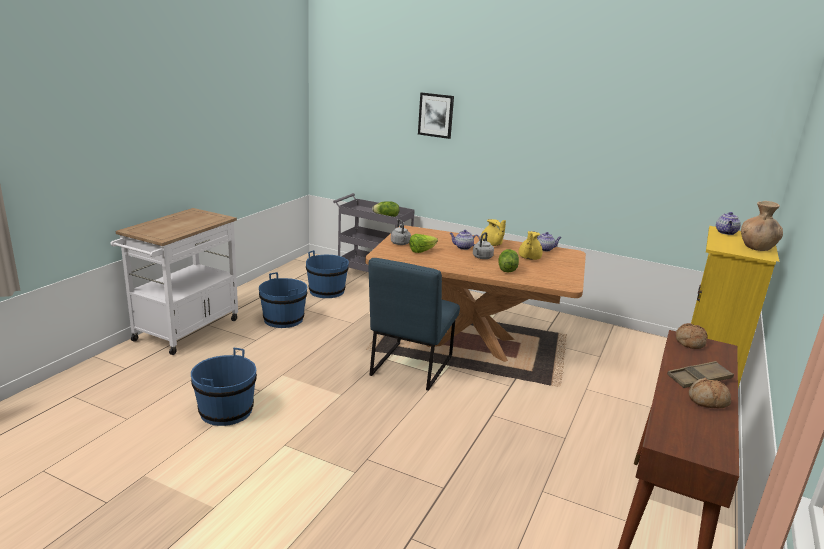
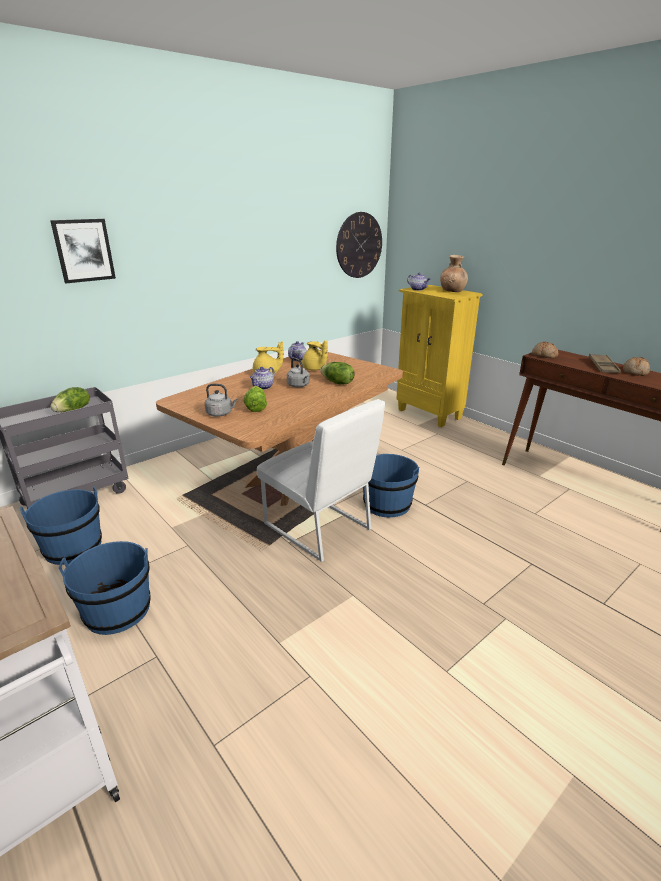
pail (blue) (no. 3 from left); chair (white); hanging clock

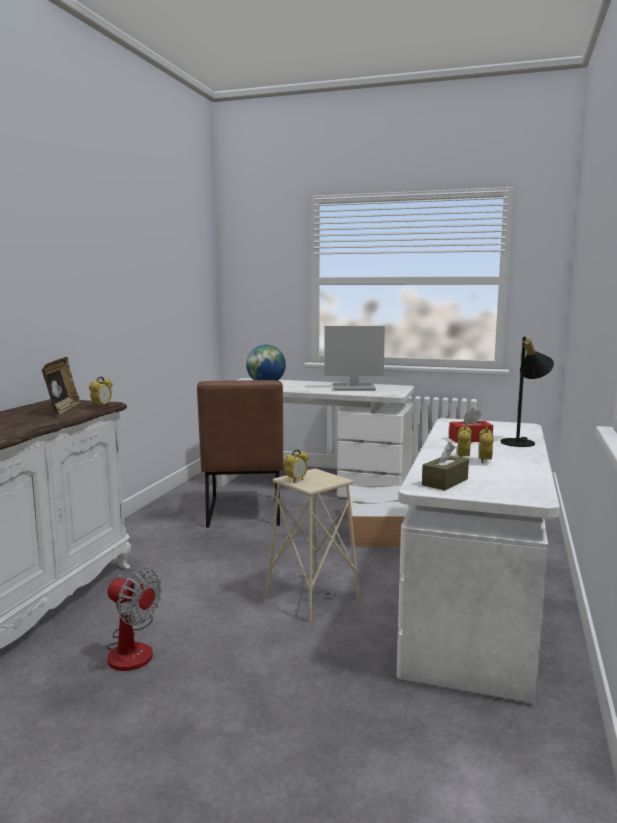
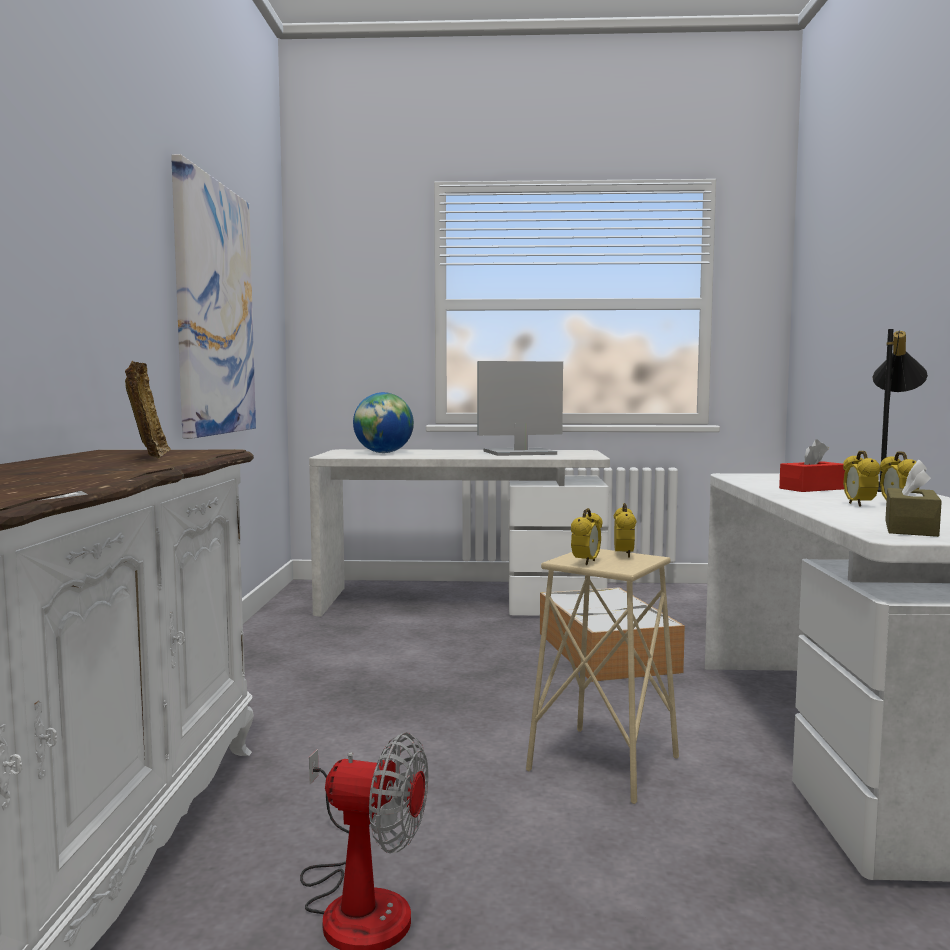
bedside clock (no. 2 from left); chair (brown); picture

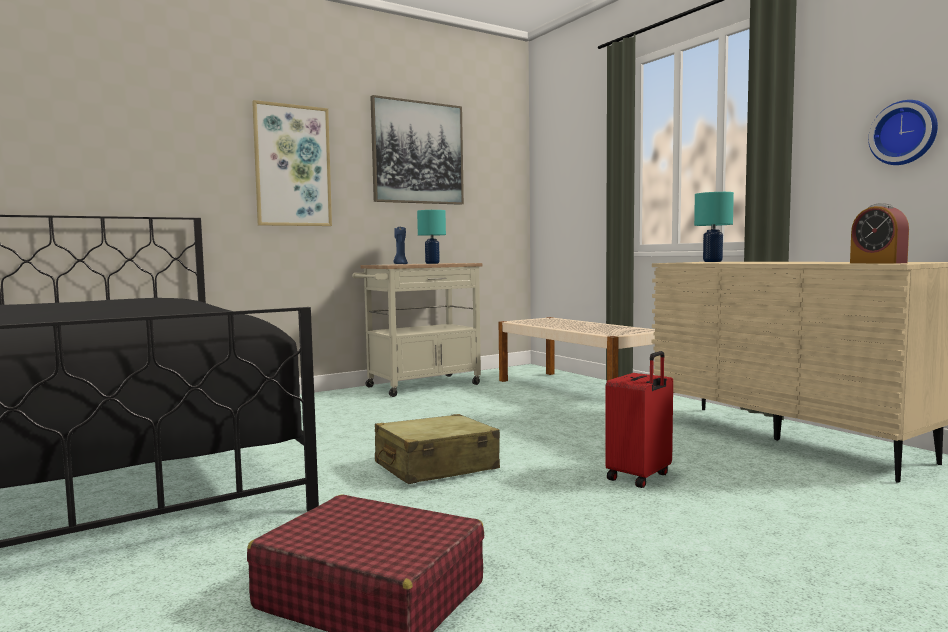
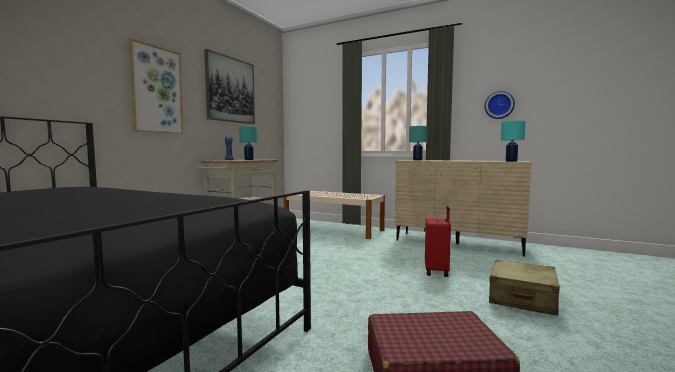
suitcase (beige); tabletop lamp (turquoise-coloured) (no. 3 from left)

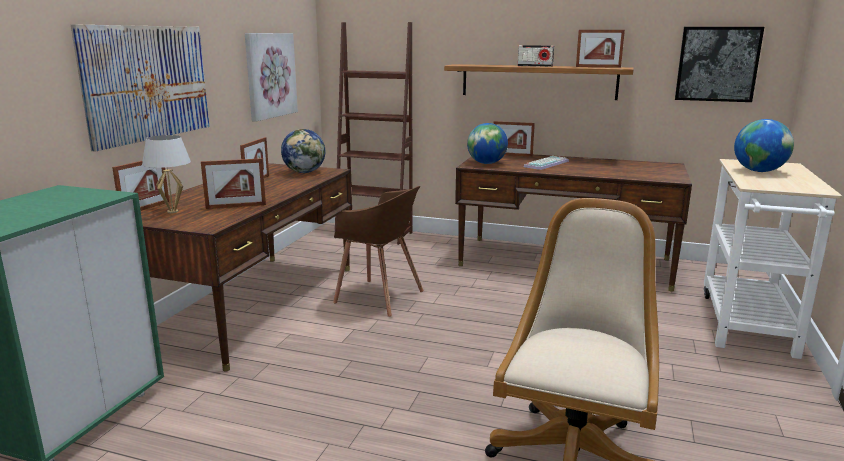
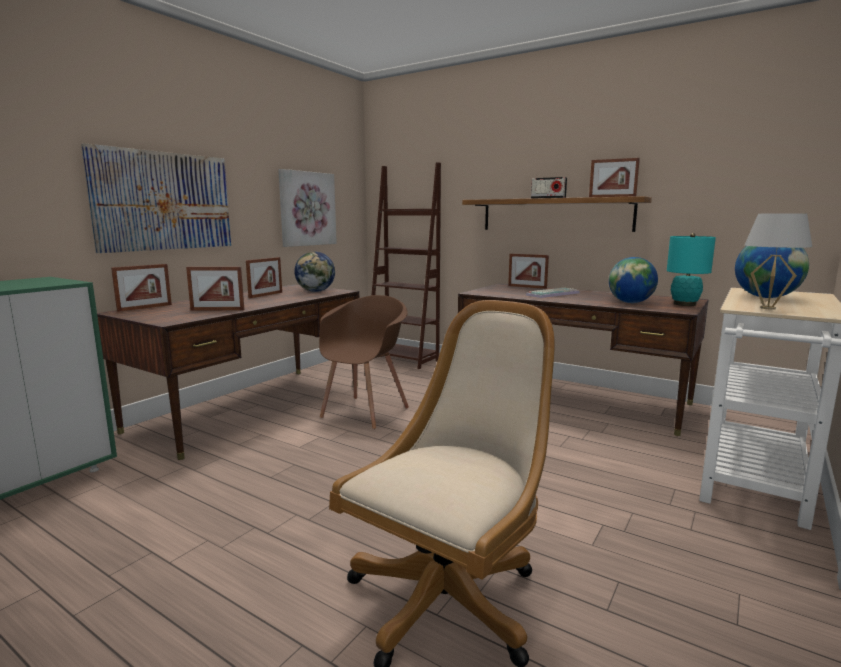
tabletop lamp (white); chair (brown); world globe (no. 2 from left); picture (no. 3 from left in the first image); tabletop lamp (turquoise-coloured)

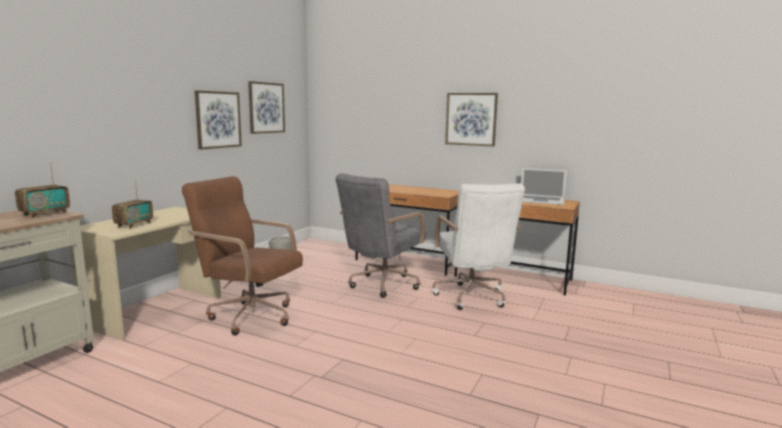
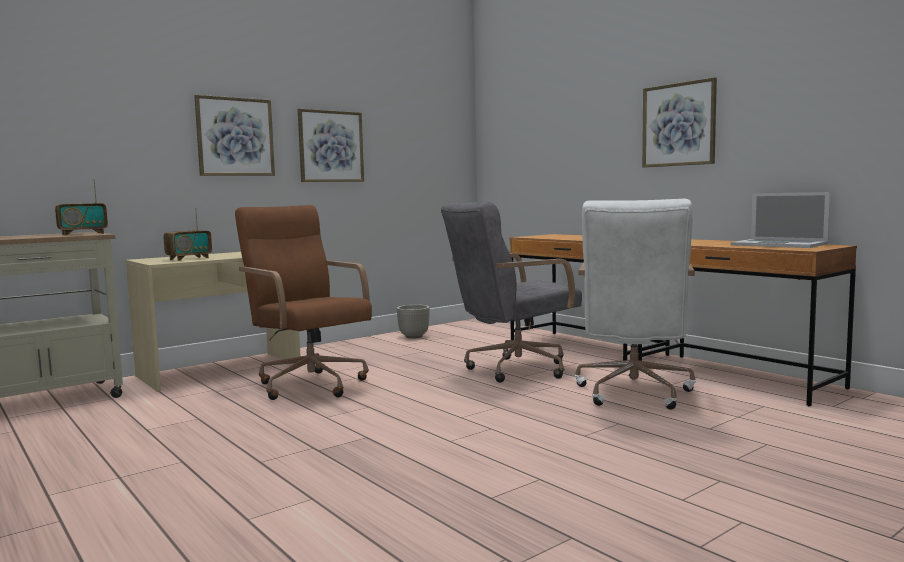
picture (no. 1 from left)

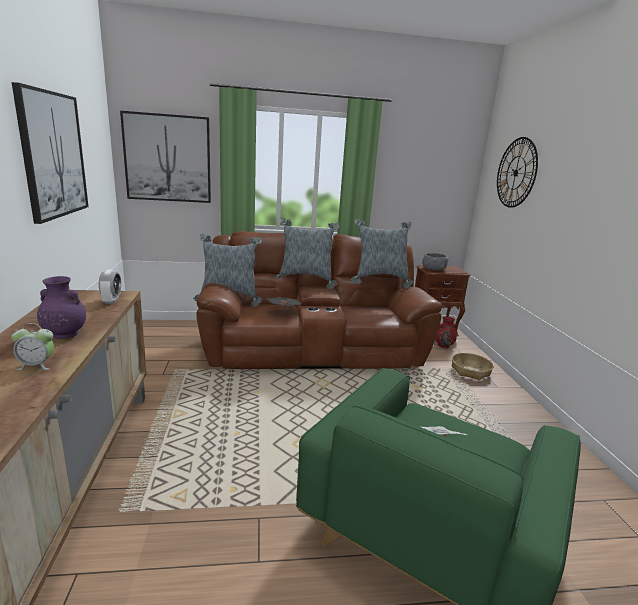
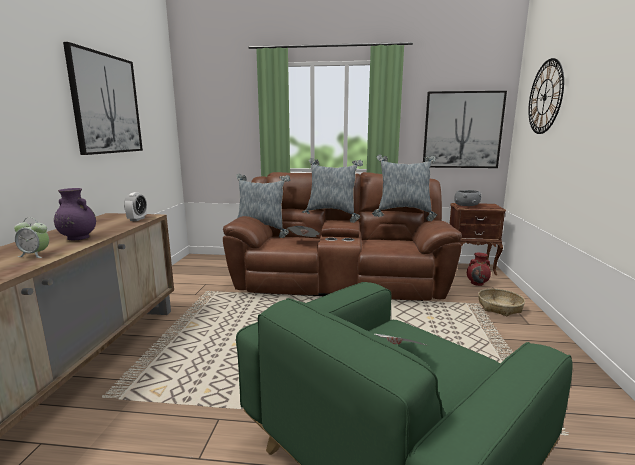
picture (no. 2 from left)

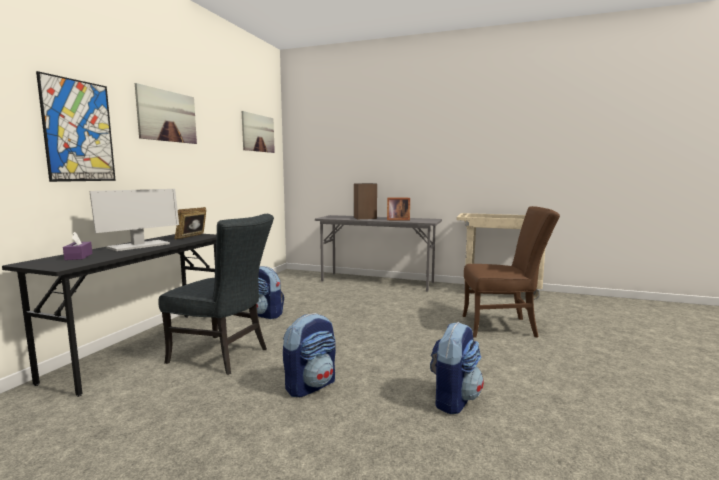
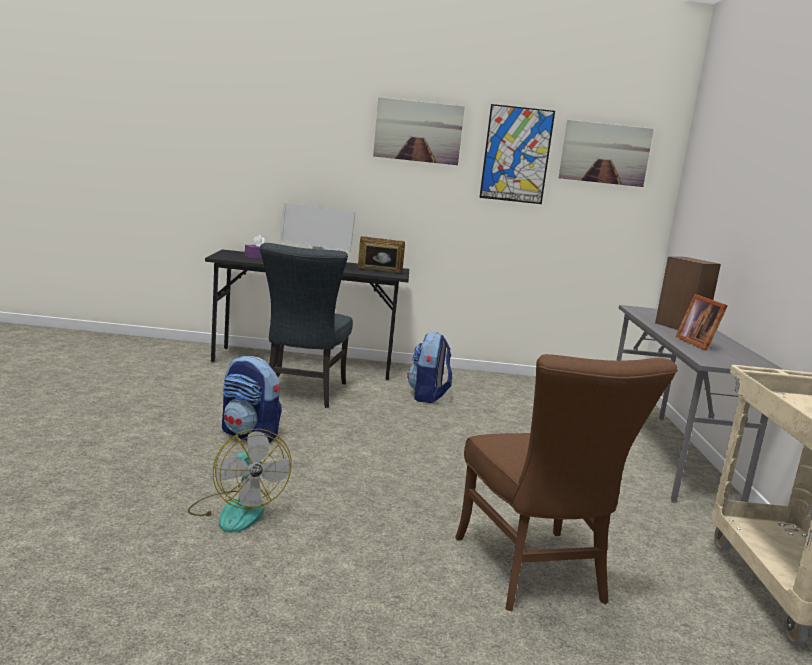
picture (no. 2 from left); electric fan

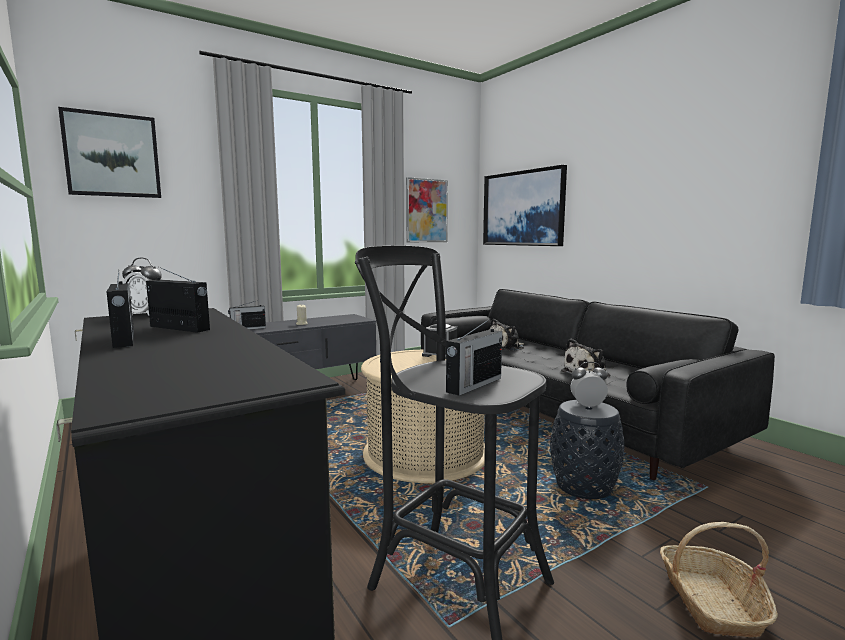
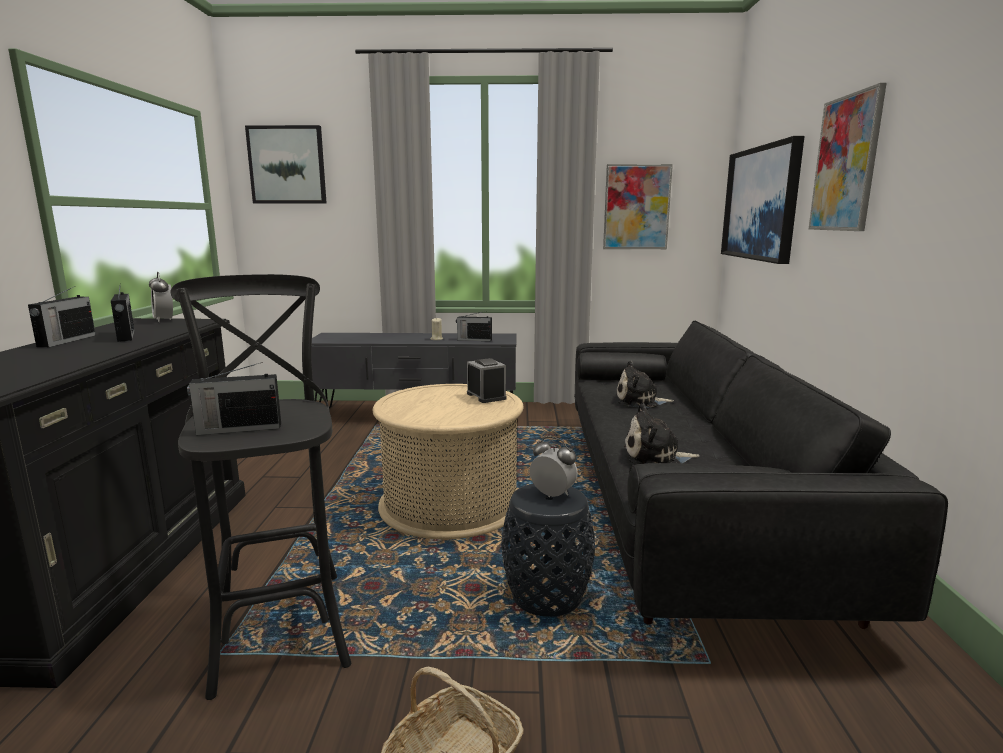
radio (no. 4 from left); picture (no. 4 from left)

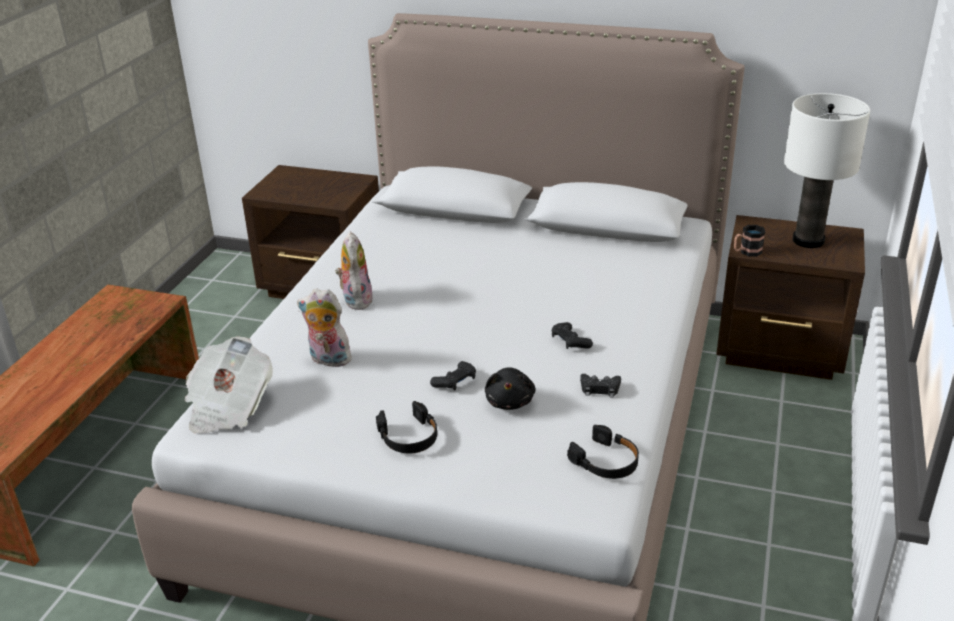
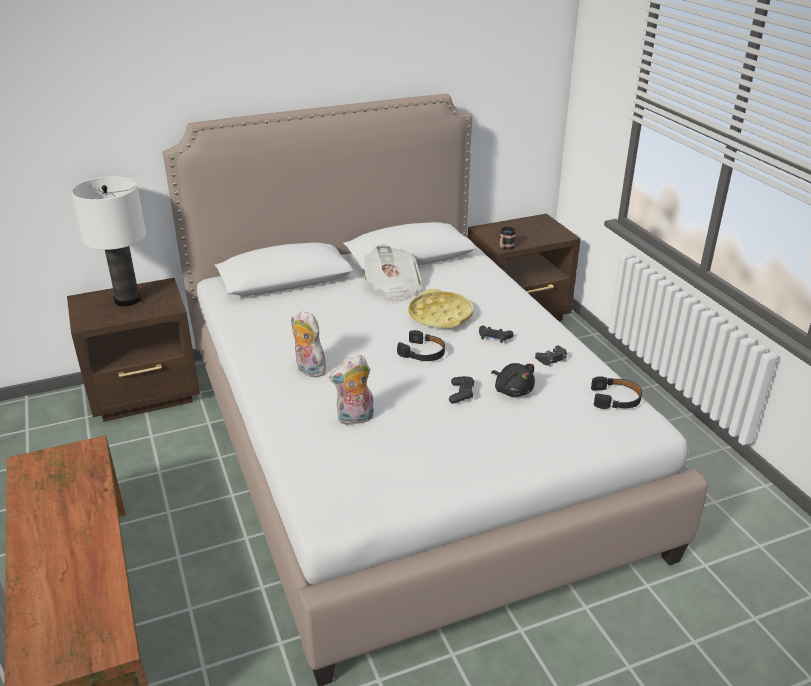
newspaper; pair of headphones (black-coloured) (no. 1 from left); tabletop lamp (white); tray (yellowish)

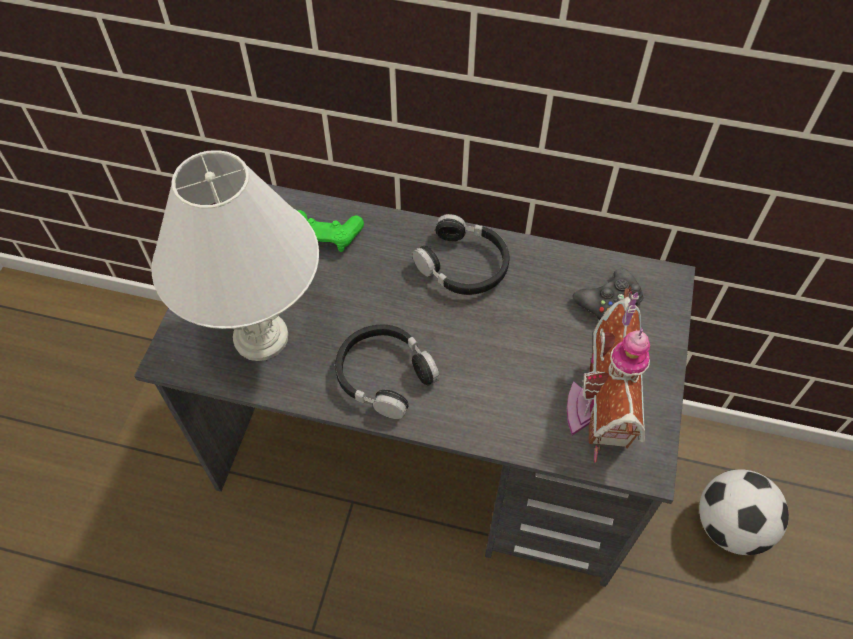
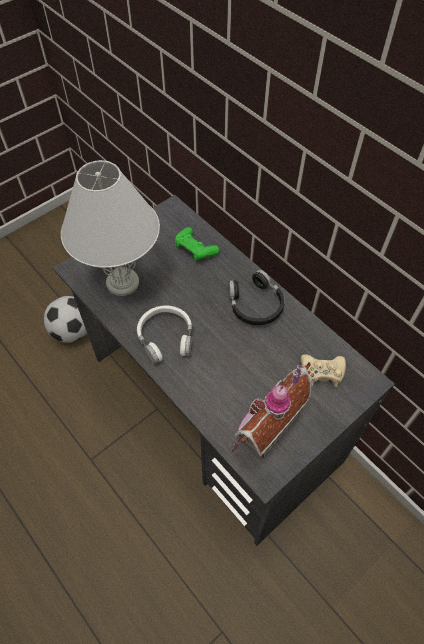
pair of headphones (white); joypad (beige); football

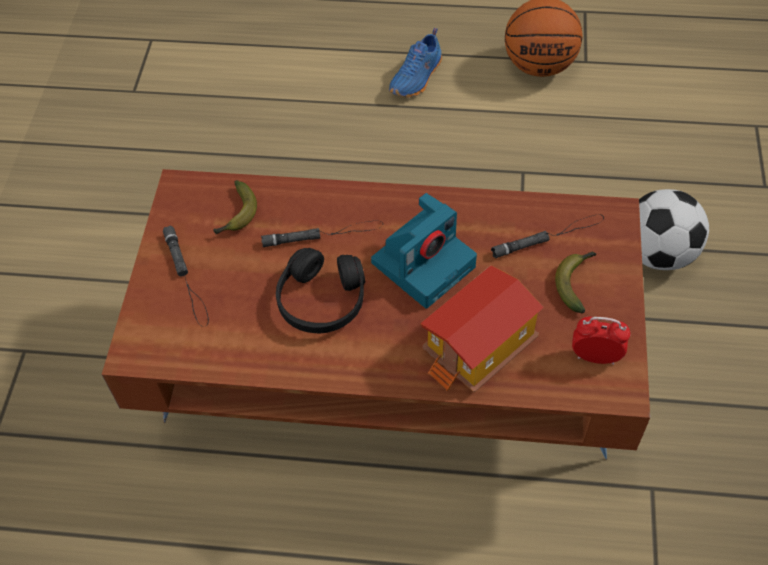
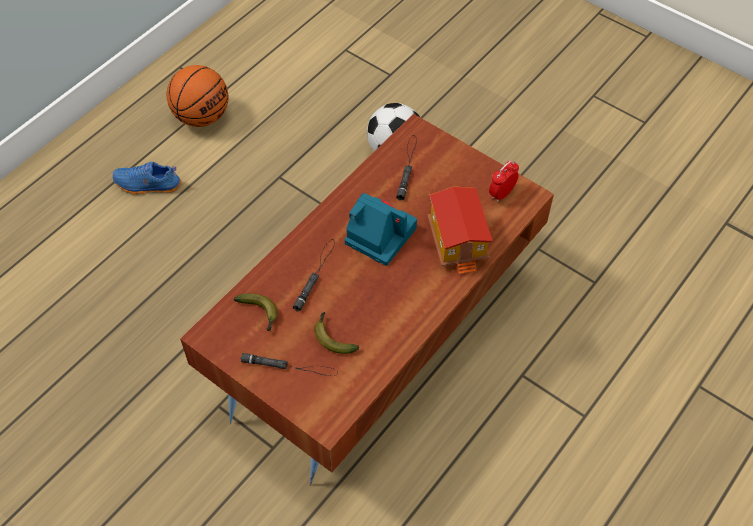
pair of headphones (black-coloured); still camera; low shoe (blue); banana (no. 2 from left)

